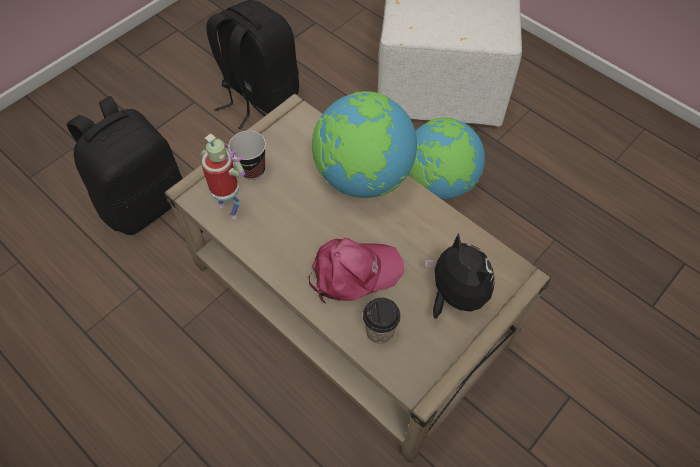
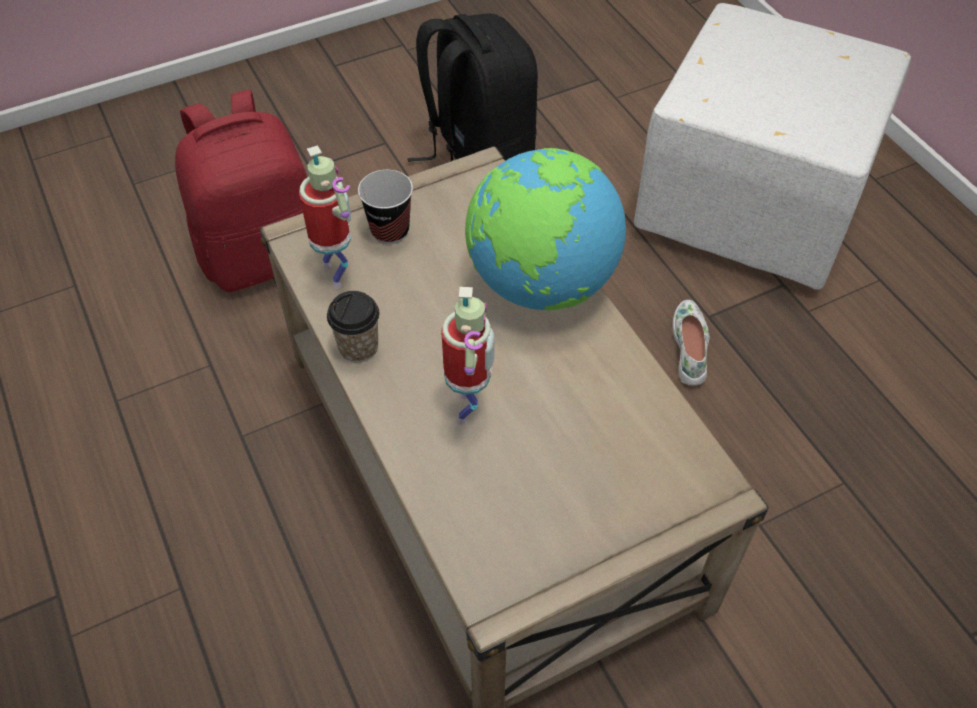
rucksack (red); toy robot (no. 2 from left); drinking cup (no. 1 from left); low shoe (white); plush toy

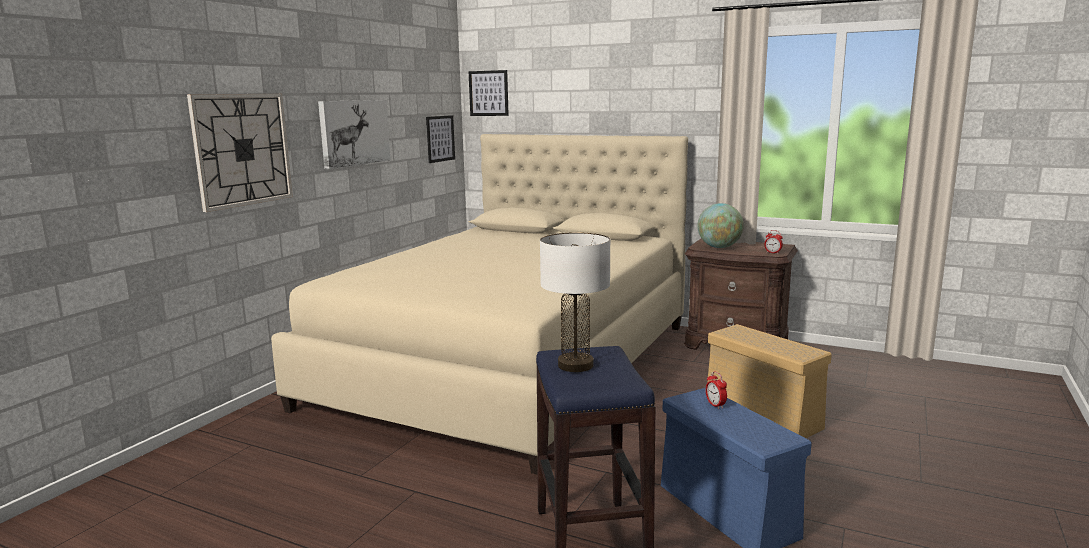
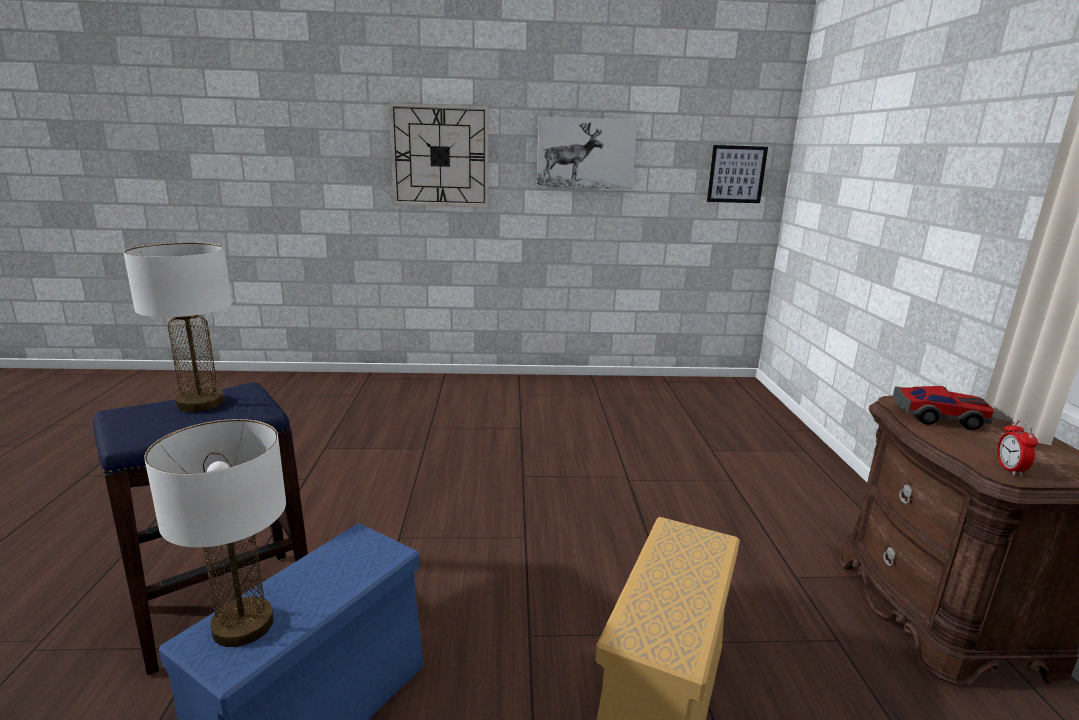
sleeping bed (beige); picture (no. 3 from left in the first image); model car; bedside clock (no. 1 from left in the first image); tabletop lamp (no. 2 from left)

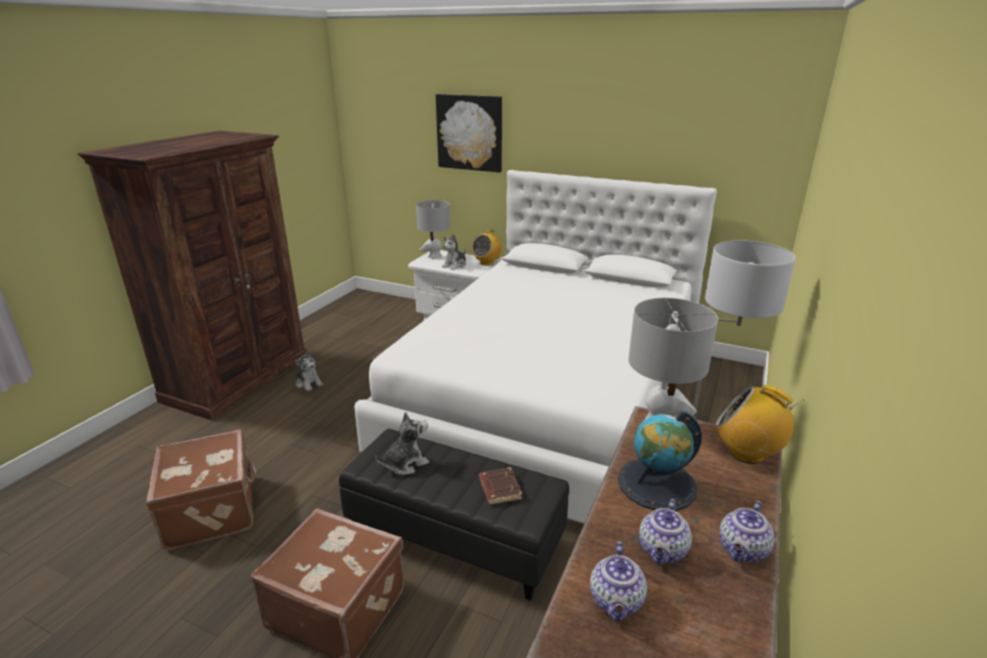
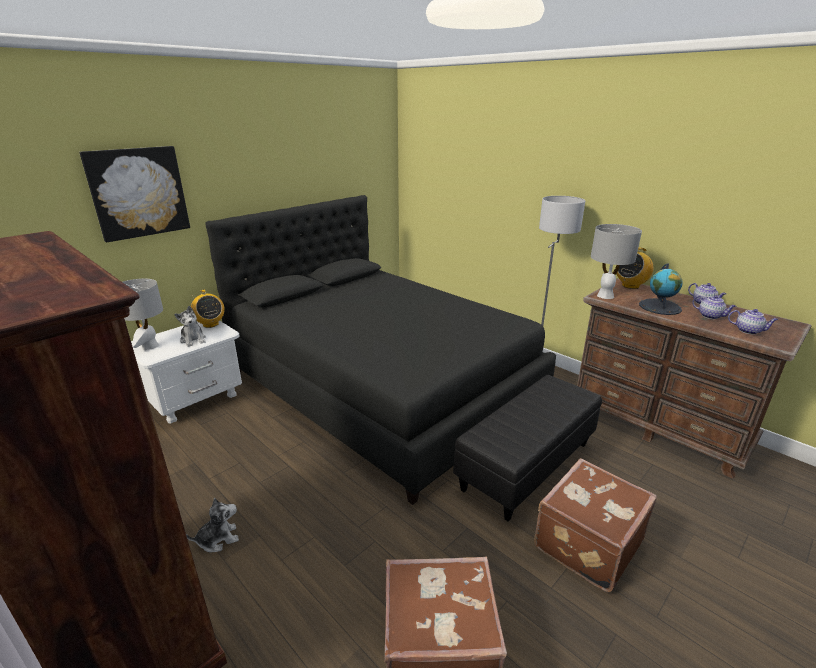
sleeping bed (black-coloured); plush toy (no. 2 from left in the first image); book (brown)

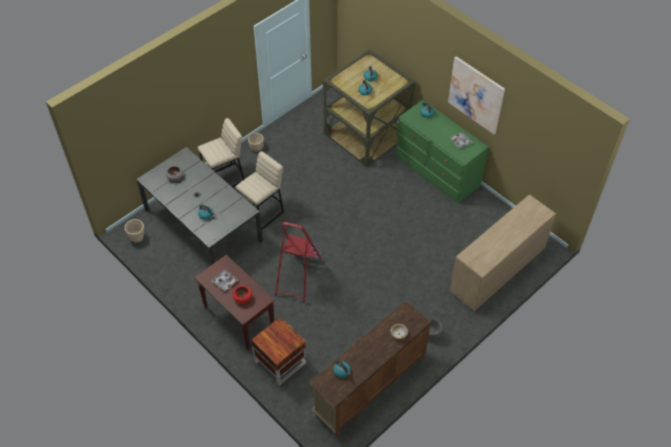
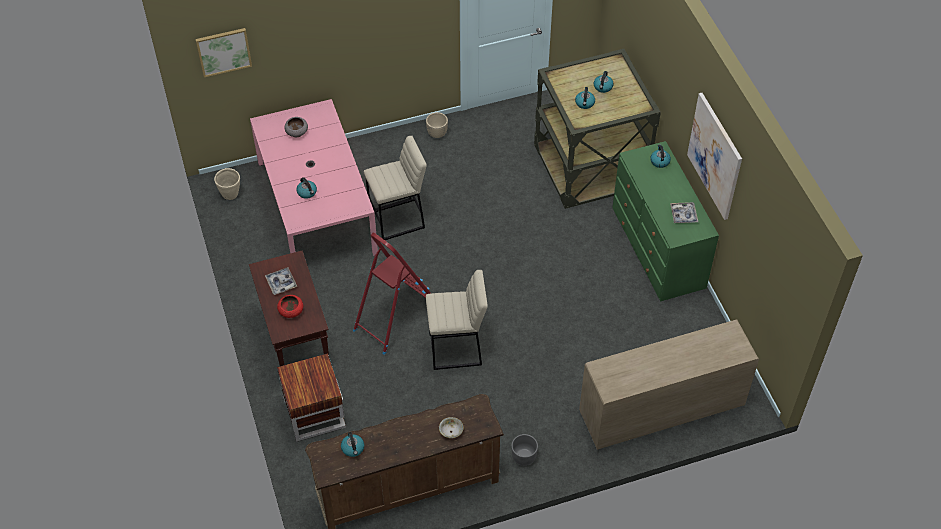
dinner table (pink); sitting stool (beige) (no. 2 from left); picture (no. 1 from left)

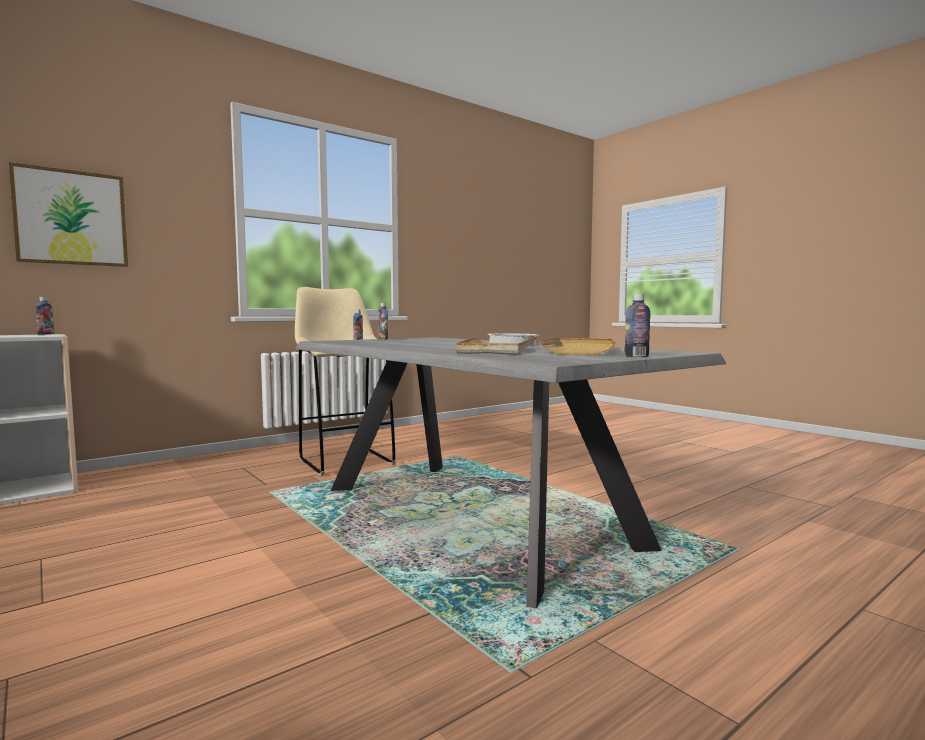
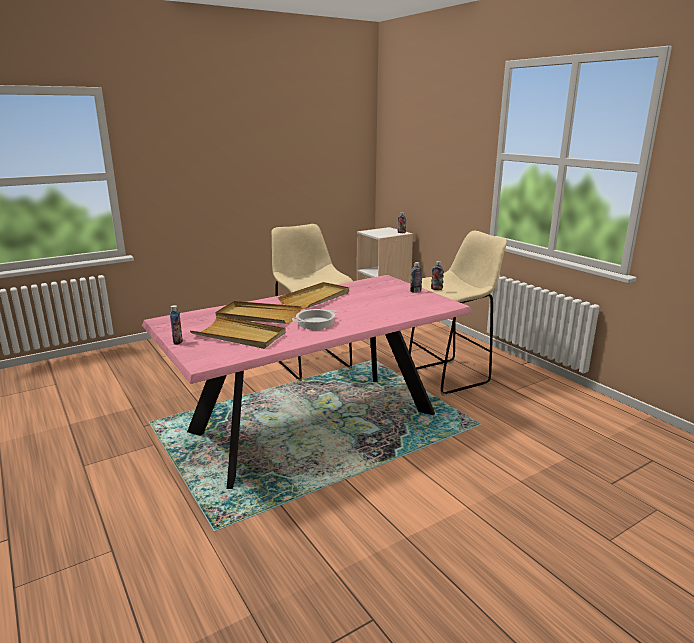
picture; dinner table (pink); sitting stool (beige) (no. 1 from left); tray (beige) (no. 3 from left)

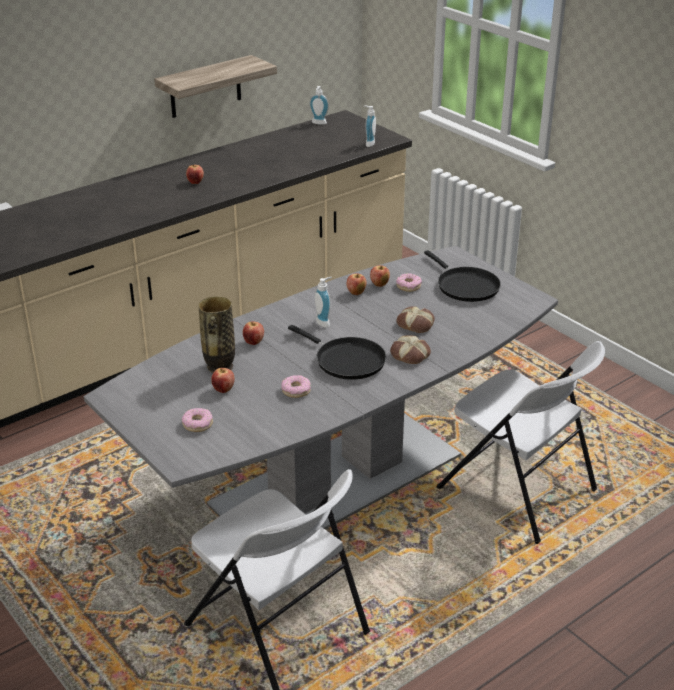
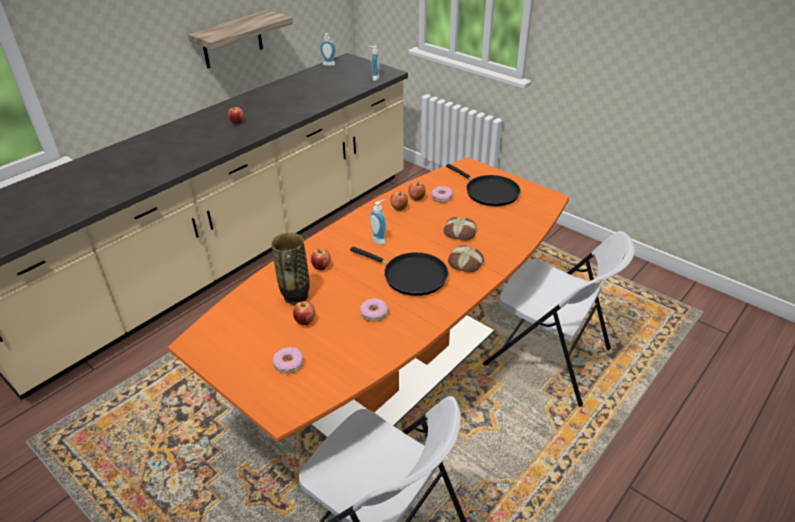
dinner table (orange-coloured)

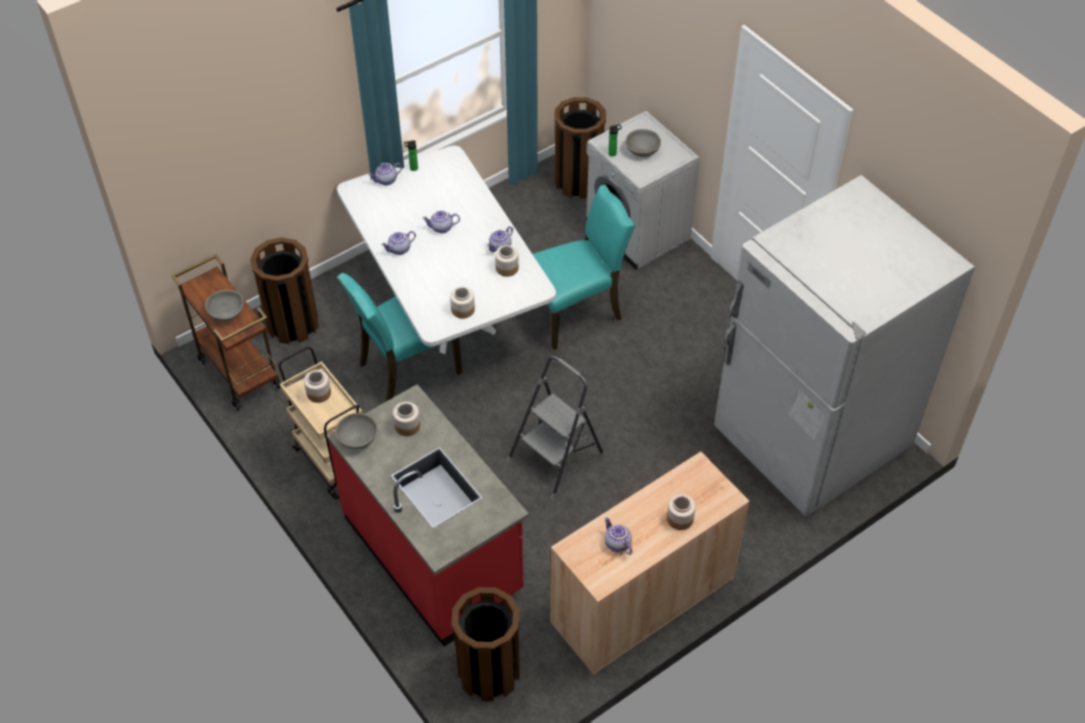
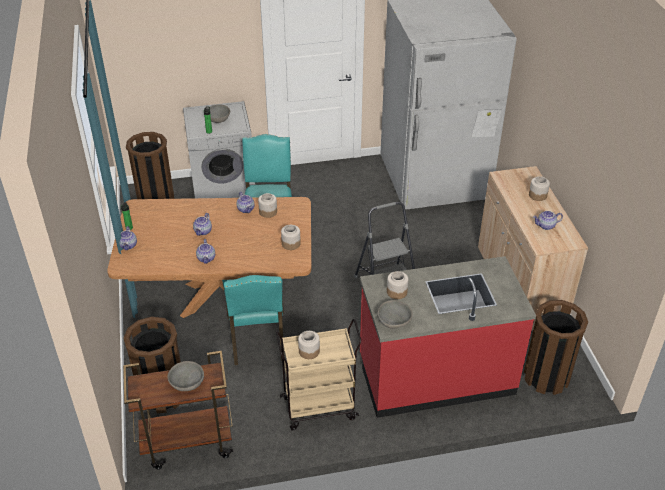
dinner table (brown)

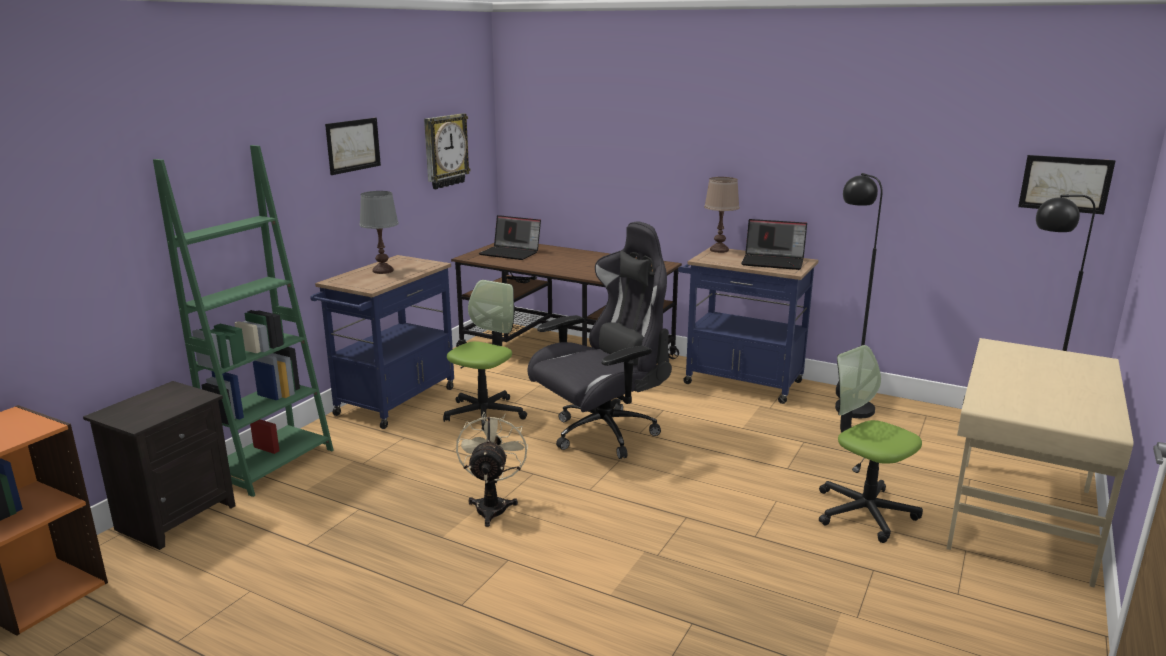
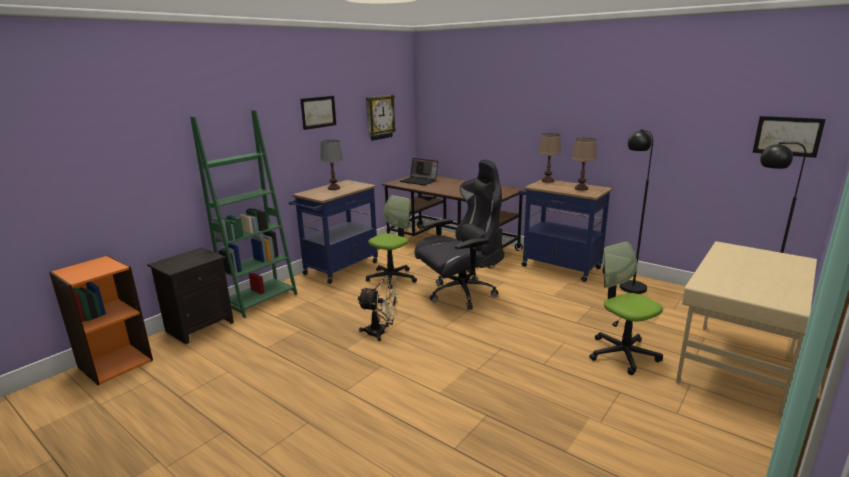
electric fan (beige); tabletop lamp (brown) (no. 2 from left)

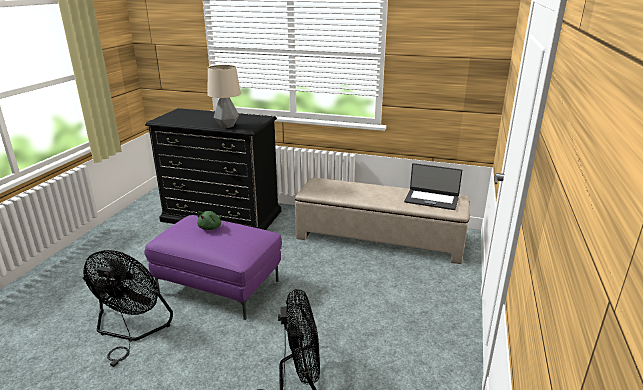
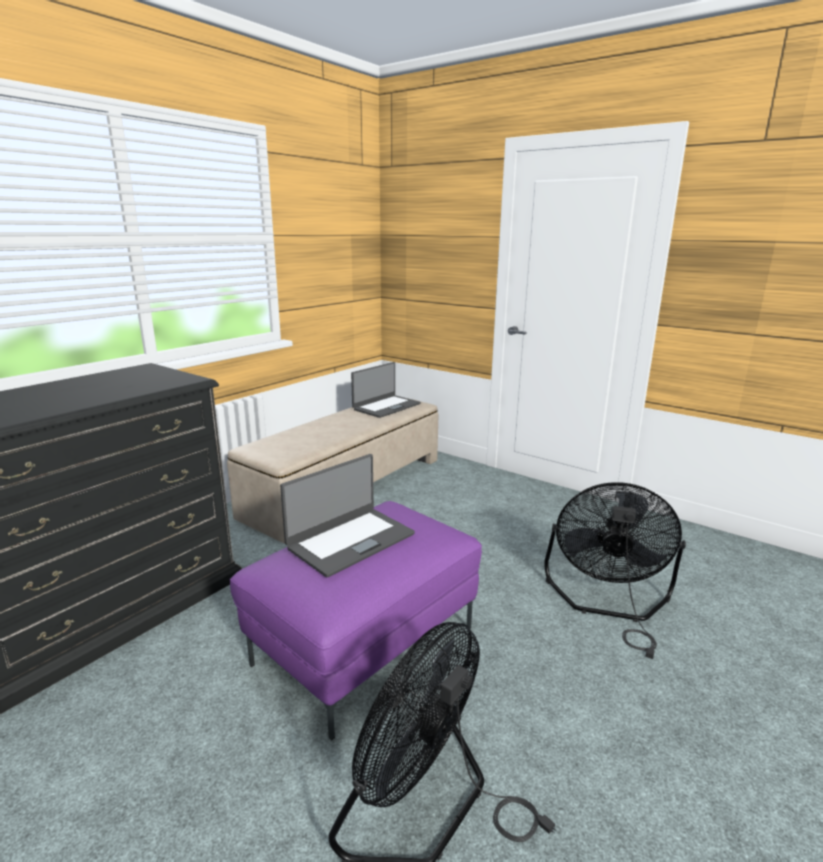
portable computer (no. 1 from left); tabletop lamp

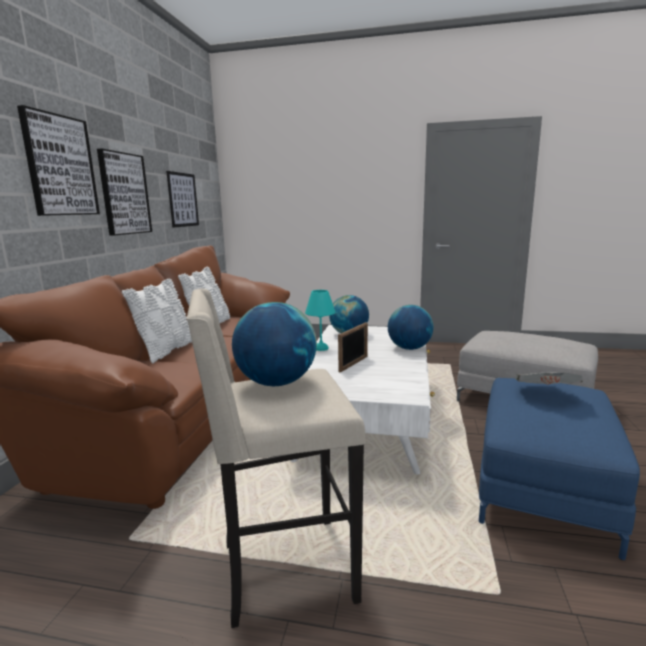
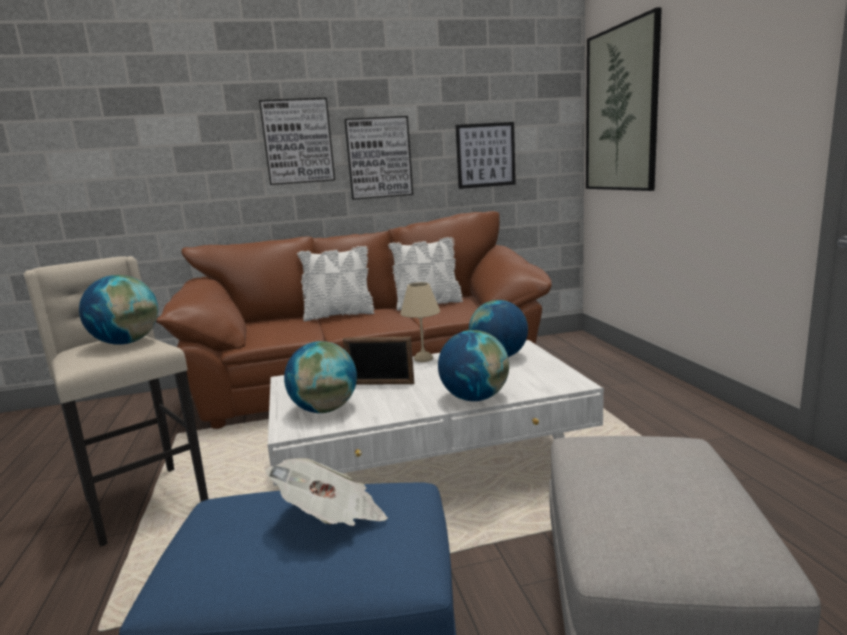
tabletop lamp (beige); world globe (no. 2 from left); picture (no. 4 from left)

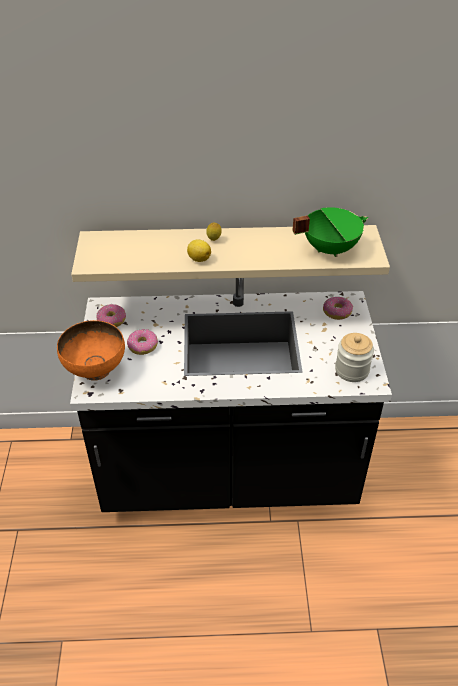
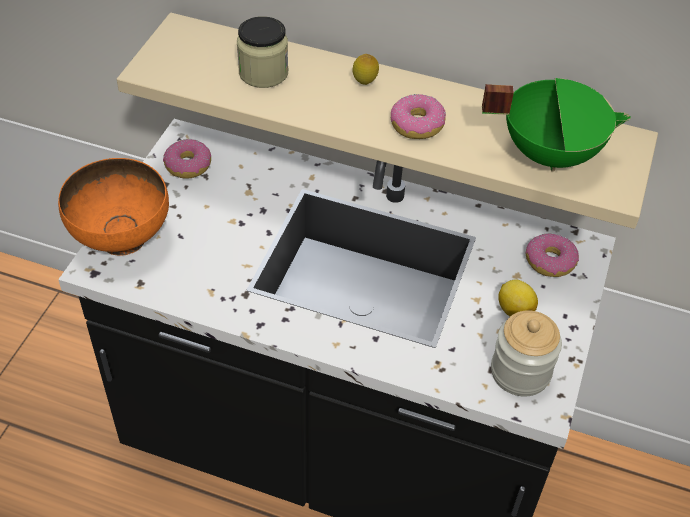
donut (no. 2 from left); citrus fruit (no. 2 from left); jar (no. 1 from left)

